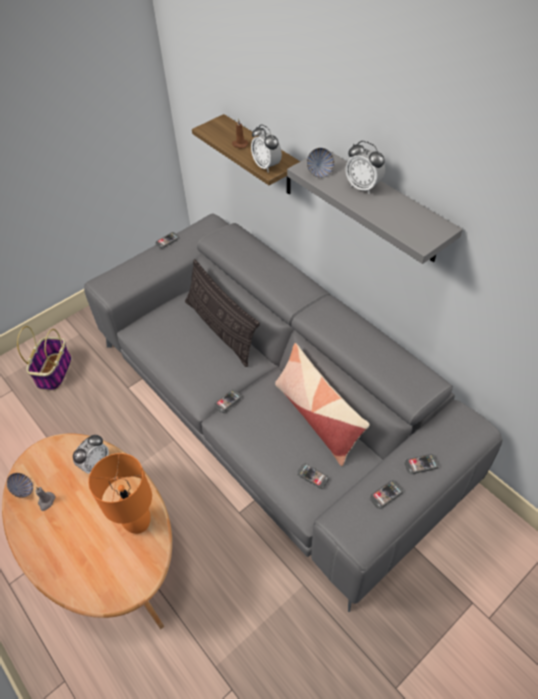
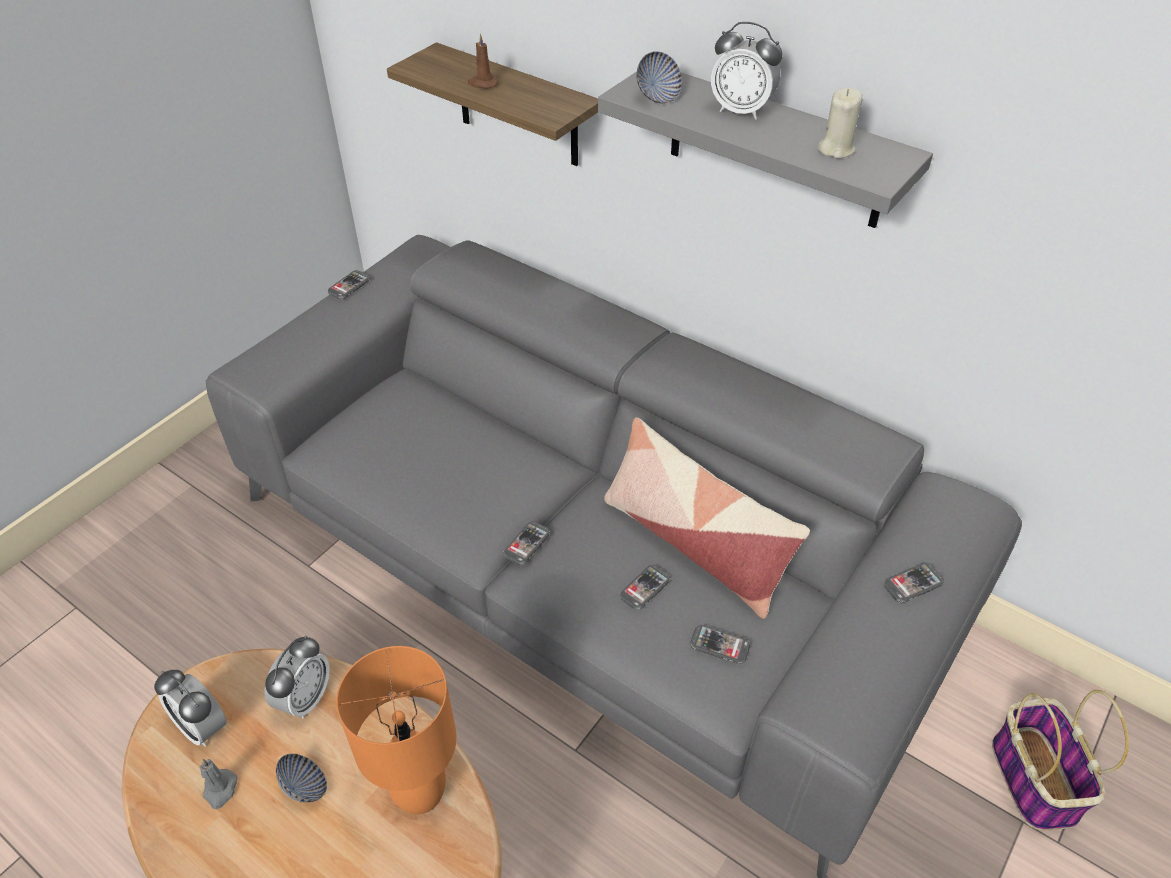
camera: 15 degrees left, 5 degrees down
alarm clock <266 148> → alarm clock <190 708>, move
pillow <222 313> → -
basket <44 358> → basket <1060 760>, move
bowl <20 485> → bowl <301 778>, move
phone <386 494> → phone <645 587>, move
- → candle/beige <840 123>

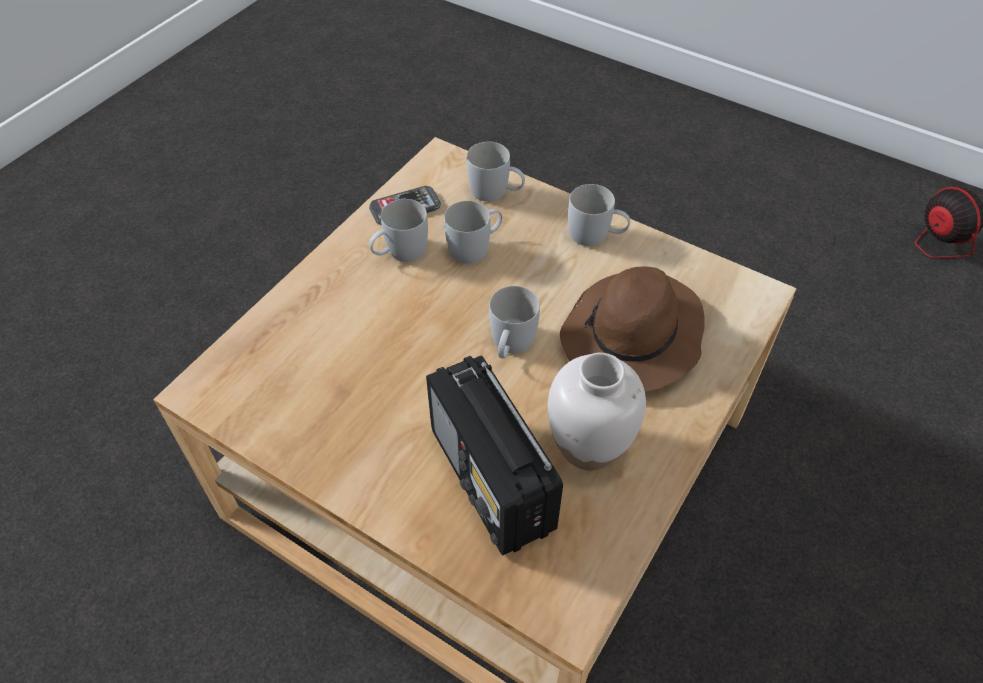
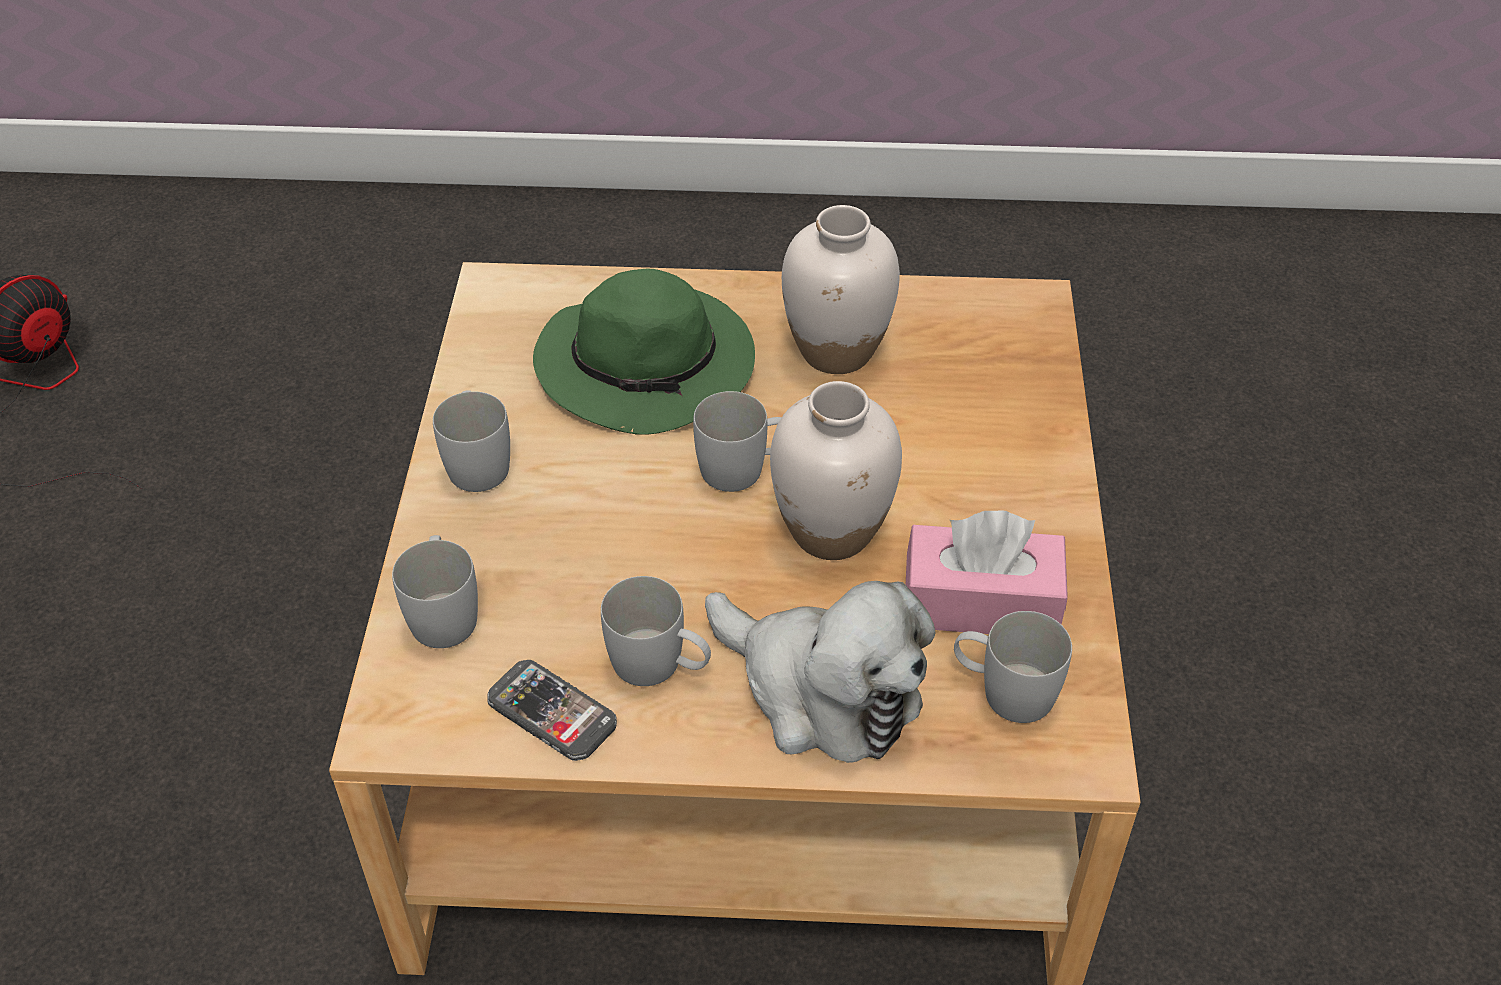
camera: 120 degrees left, 5 degrees down
mug/white <473 232> → mug/white <1013 667>, move
hat/brown <632 329> → hat/green <644 351>
radio <494 456> → -
- → vase/white <836 470>
- → tissue box/pink <987 572>
- → plush toy <820 672>

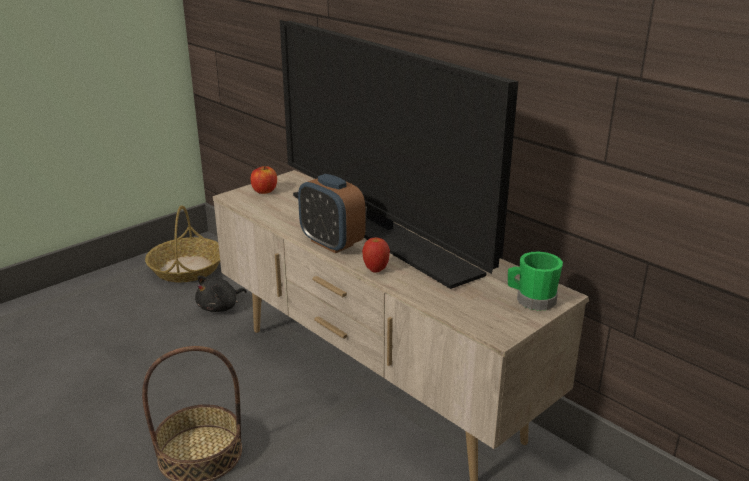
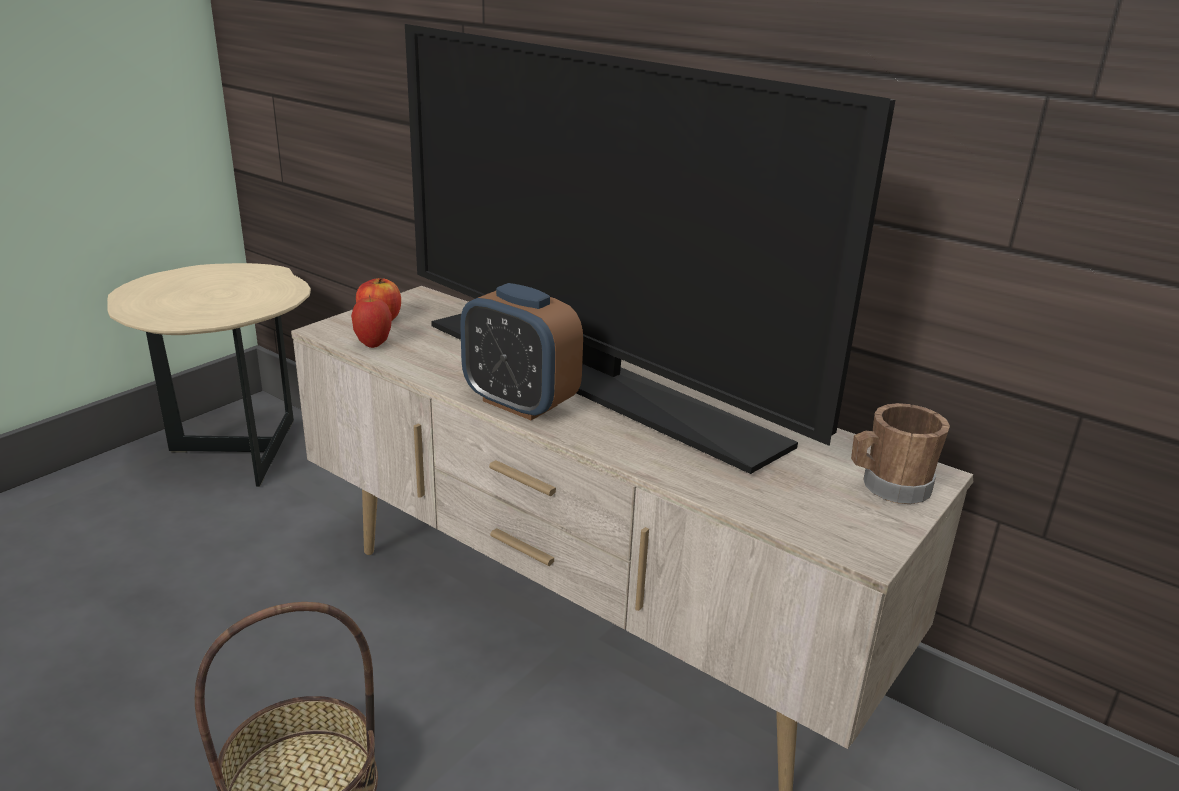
camera: 10 degrees left, 0 degrees up
basket <182 244> → side table/beige <209 375>
apple <376 255> → apple <371 321>, move
mug/green <535 281> → mug/brown <900 453>
plush toy/black <221 293> → -

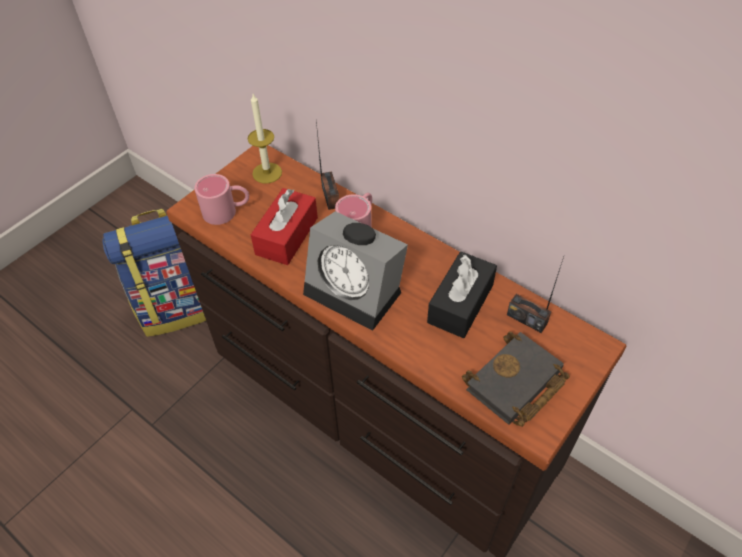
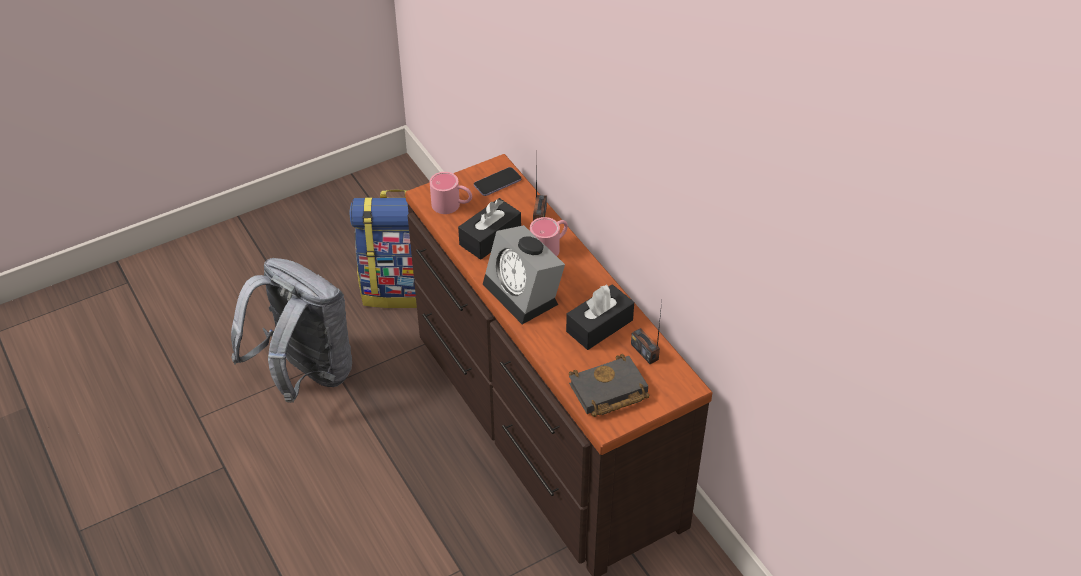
camera: 20 degrees right, 5 degrees down
candle <265 138> → phone <497 181>
tissue box/red <284 226> → tissue box/black <489 229>
- → backpack/grey <291 330>

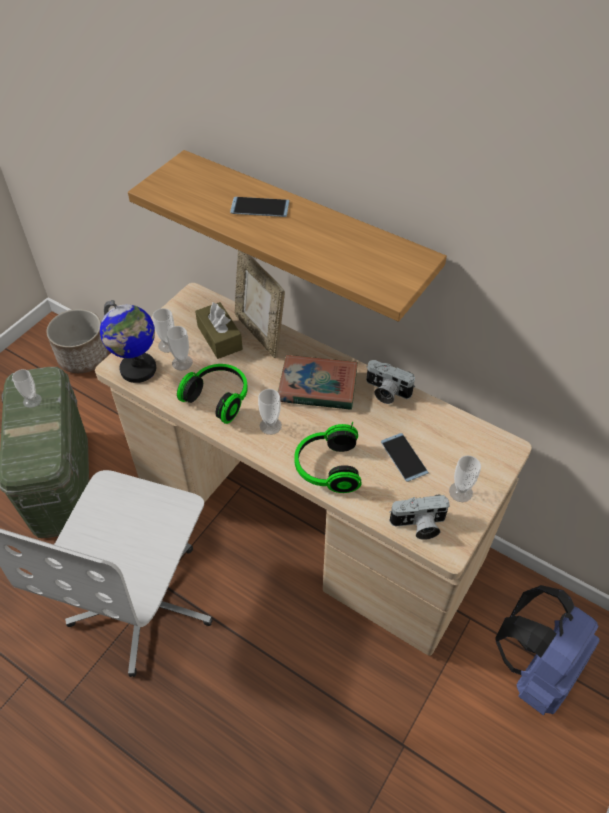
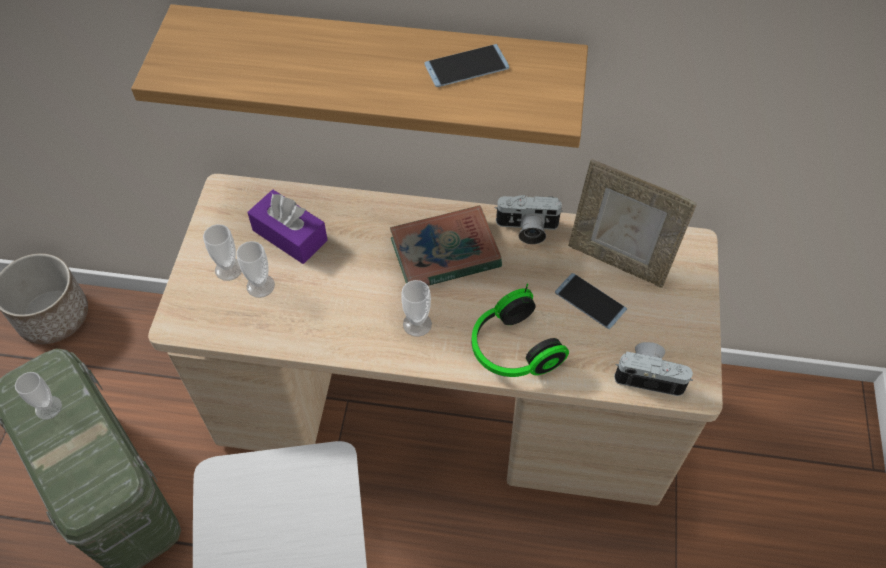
camera: 25 degrees left, 5 degrees up
phone <259 207> → phone <466 65>, move
picture frame <260 304> → picture frame <632 223>, move
globe <128 341> → -
tissue box/brown <219 330> → tissue box/purple <287 227>
headphones <212 394> → -
cup <465 478> → -
photo camera <419 517> → photo camera <653 369>, 135 degrees counterclockwise
backpack/blue <547 650> → -

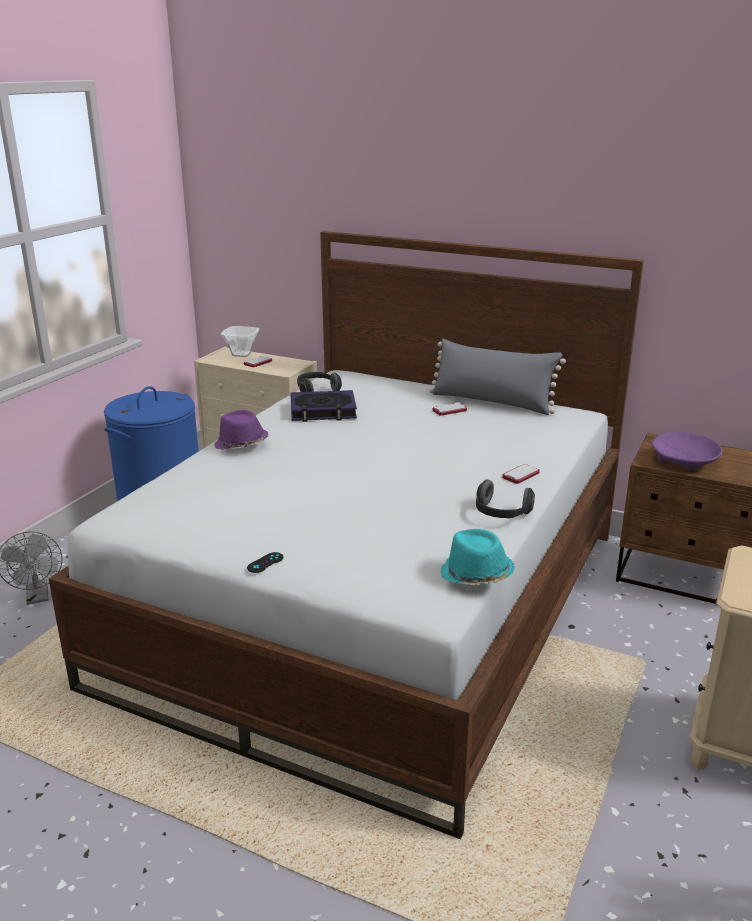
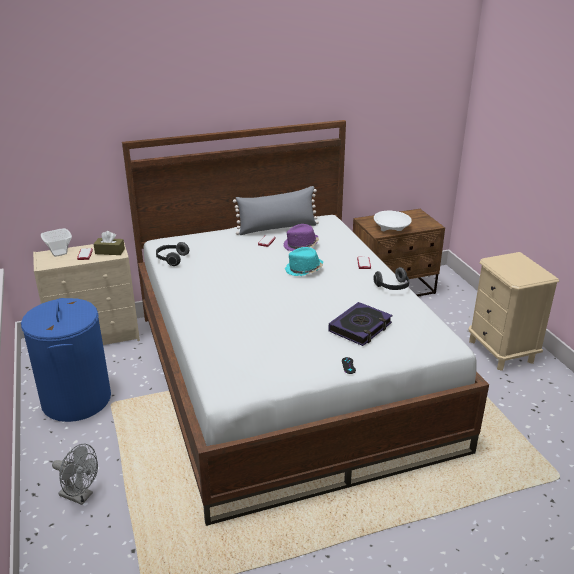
camera: 45 degrees left, 5 degrees up
book <323 406> → book <360 324>, move
hat/purple <241 430> → hat/purple <301 237>, move
bowl/purple <687 451> → bowl/white <393 221>
hat/turquoise <478 557> → hat/turquoise <304 261>, move
- → tissue box/brown <109 243>

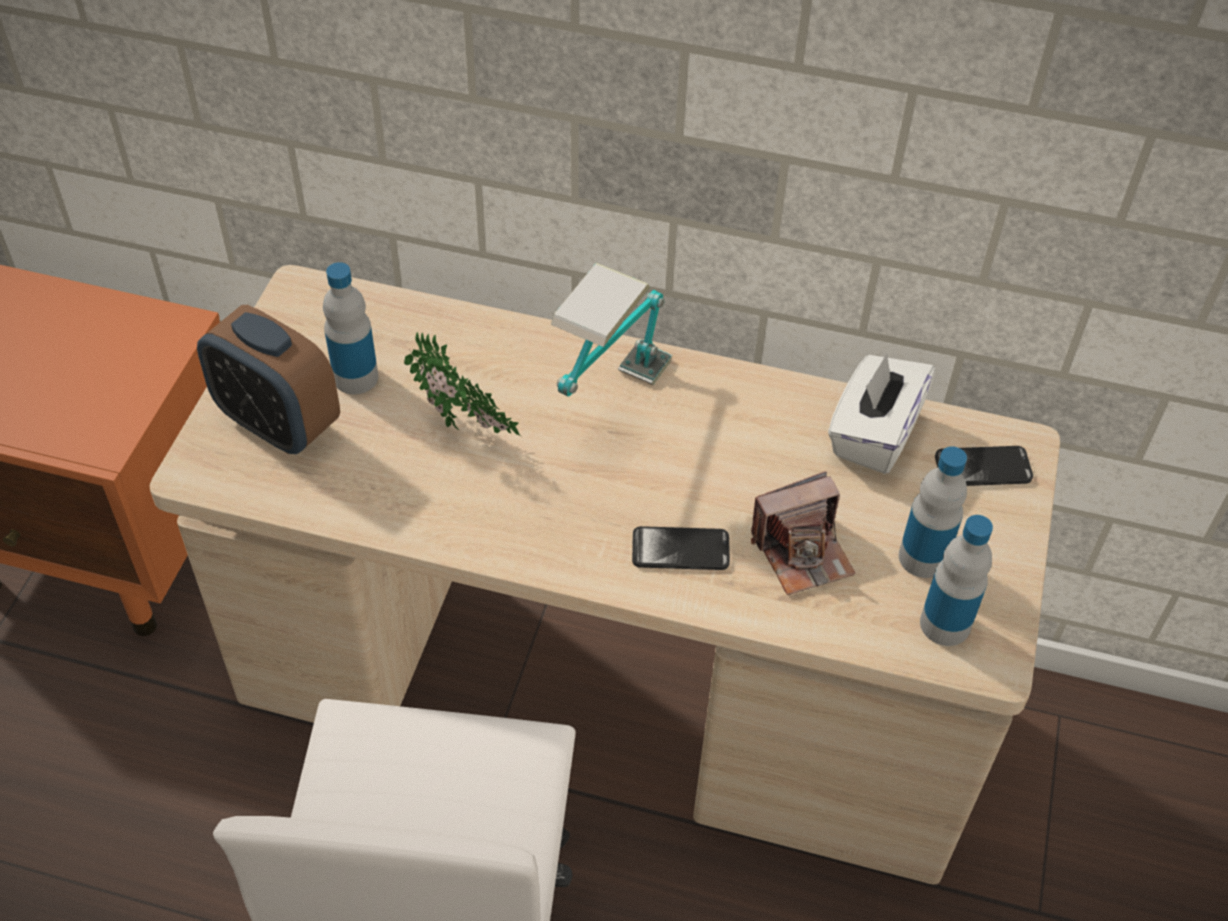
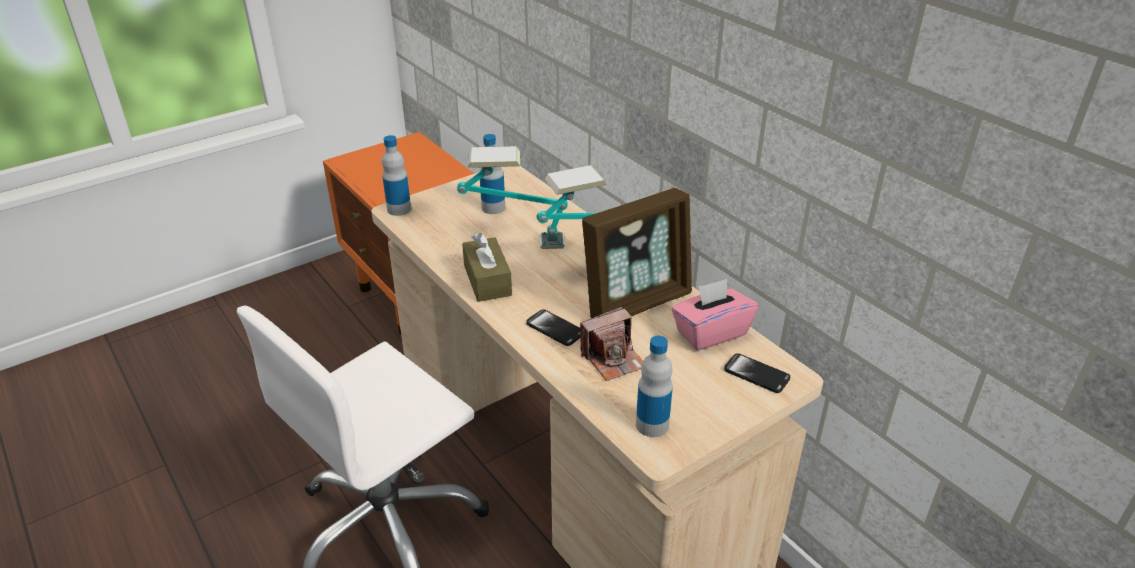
camera: 40 degrees right, 15 degrees down
alarm clock <268 379> → -
potted plant <462 384> → table lamp <512 197>
tissue box/white <881 413> → tissue box/pink <715 314>
bottle <933 512> → bottle <396 175>, move
photo camera <803 533> → photo camera <611 344>, 45 degrees counterclockwise
- → picture frame <637 253>
- → tissue box/brown <487 267>

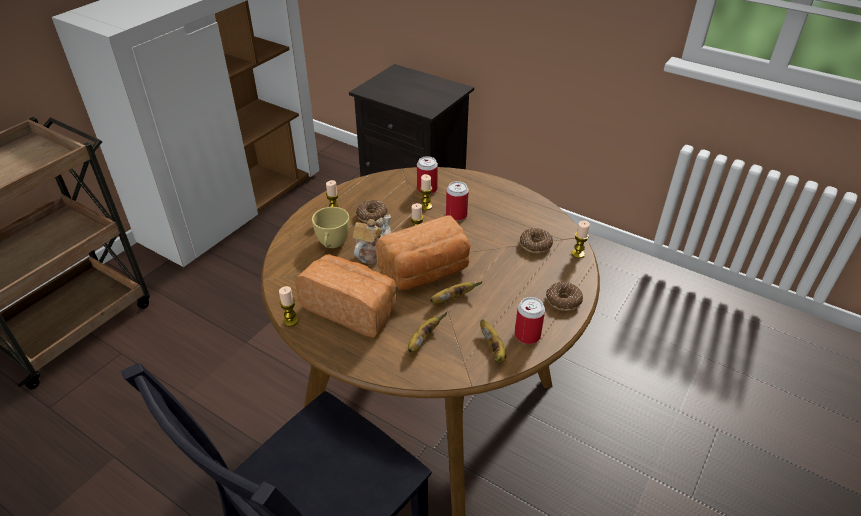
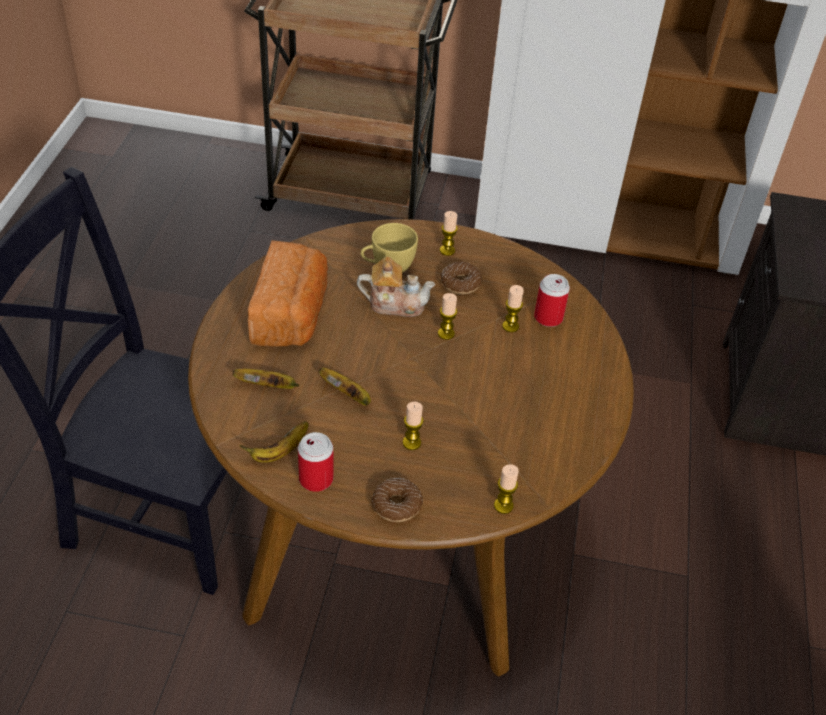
camera: 65 degrees right, 5 degrees up
can <457 201> → -
bread <423 252> → -
donut <536 240> → -
candle <288 306> → candle <413 426>, move

